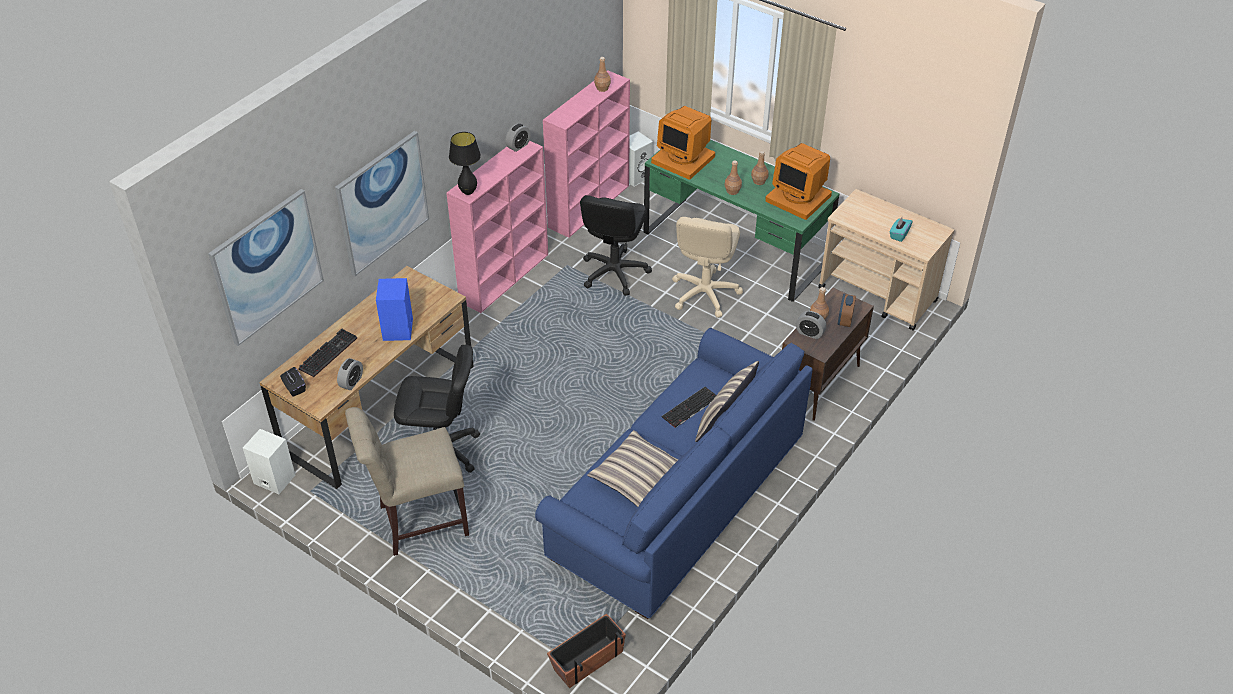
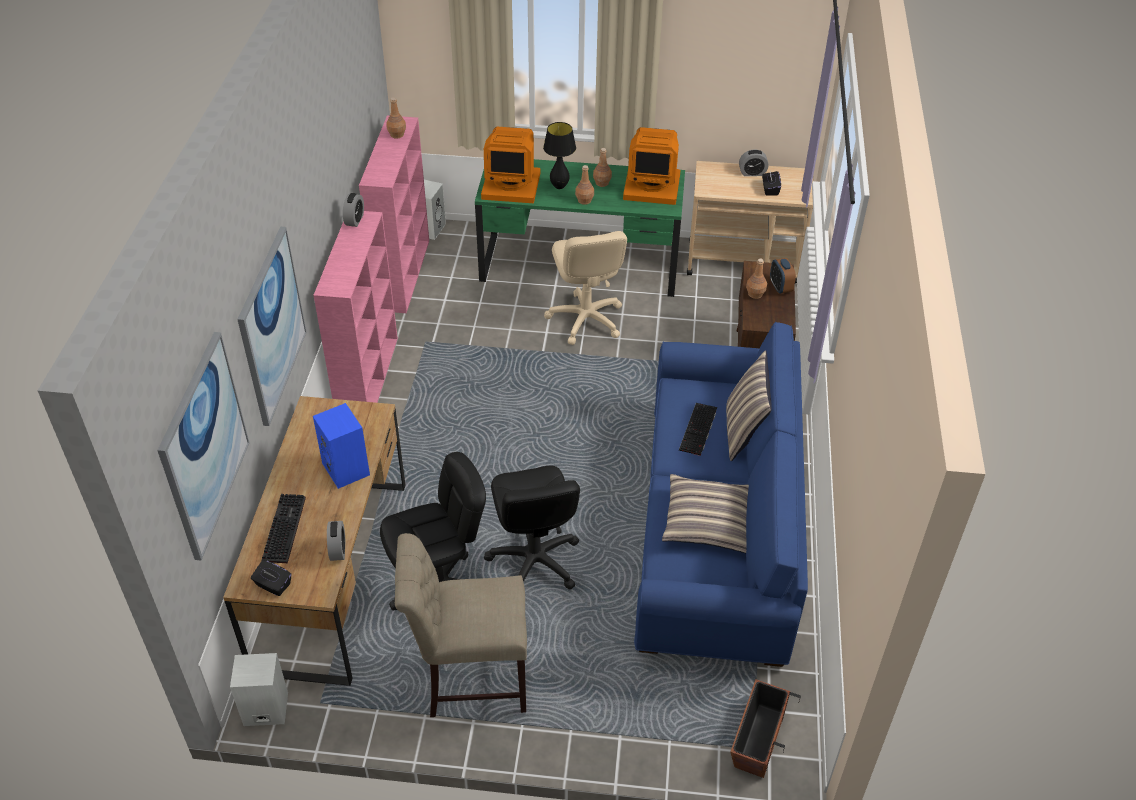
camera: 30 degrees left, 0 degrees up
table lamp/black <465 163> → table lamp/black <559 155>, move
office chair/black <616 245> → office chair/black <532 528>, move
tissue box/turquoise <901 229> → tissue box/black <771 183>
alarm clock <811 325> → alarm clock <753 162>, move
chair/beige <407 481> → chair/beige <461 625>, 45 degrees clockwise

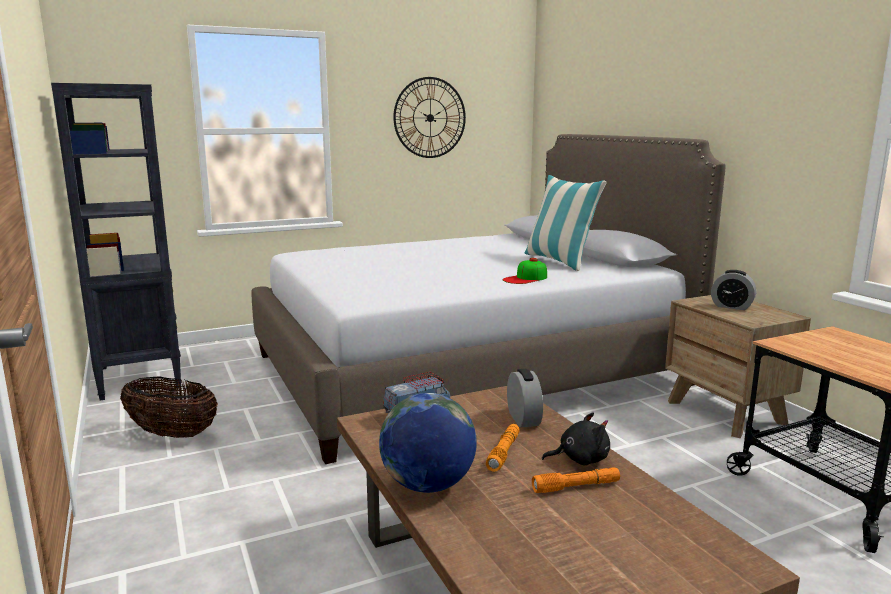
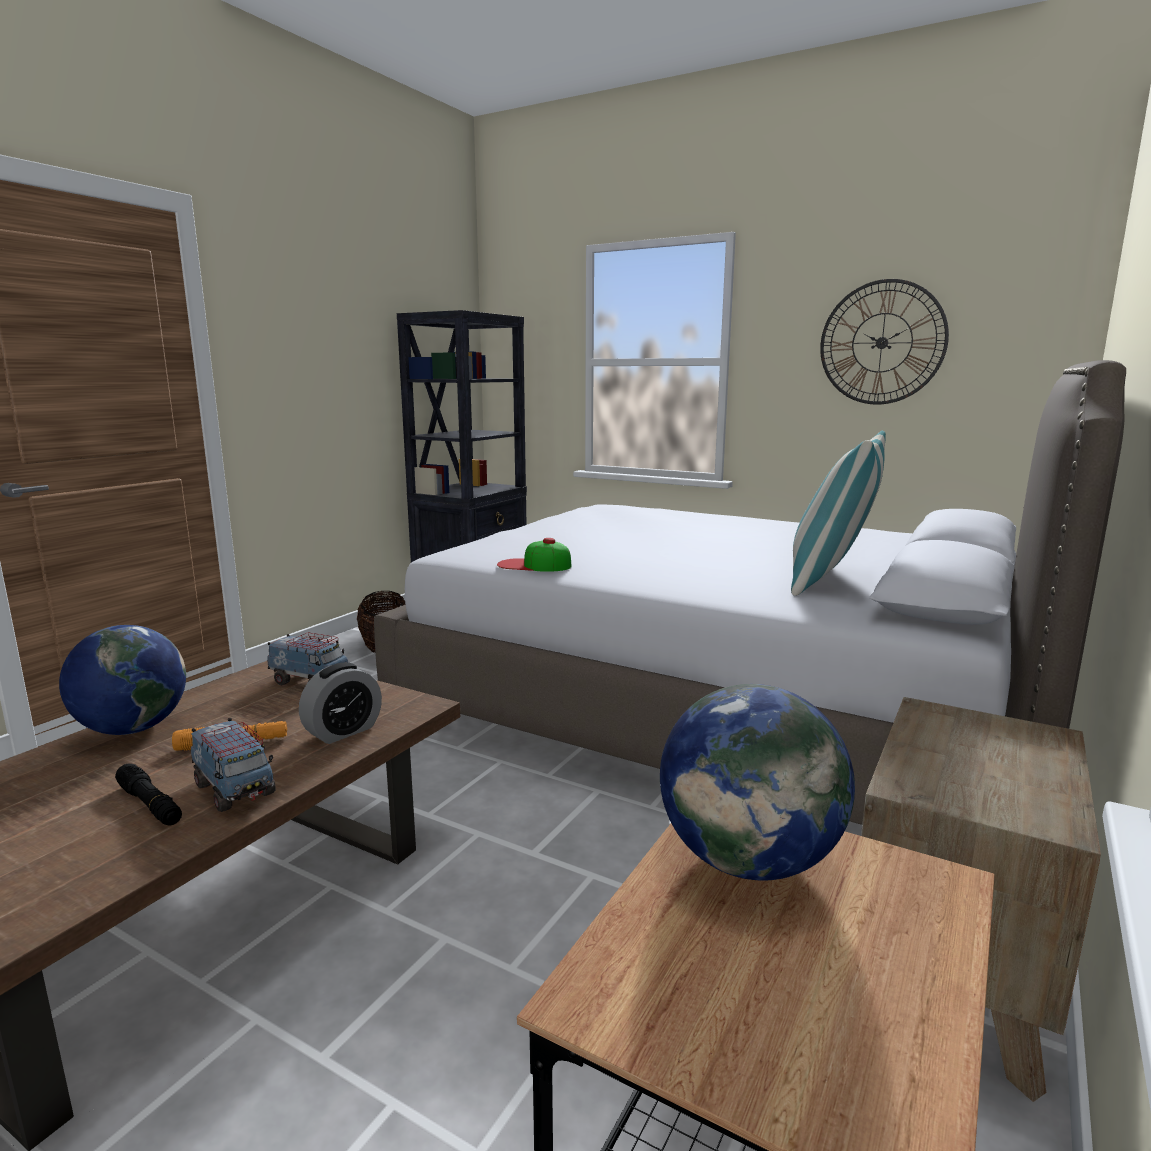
camera: 55 degrees right, 0 degrees up
cap <525 271> → cap <534 555>, move
alarm clock <733 290> → -
plush toy/black <576 438> → toy truck <233 765>
flashlight/orange <576 480> → flashlight/black <148 794>
- → globe <757 782>

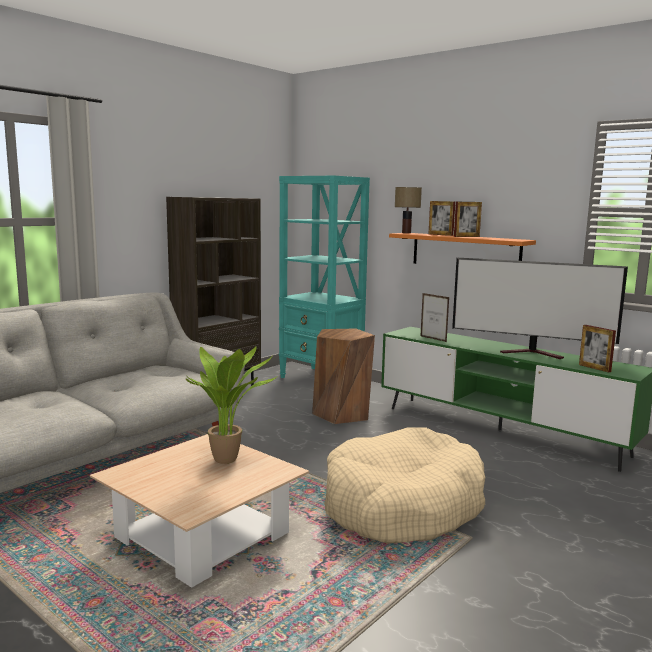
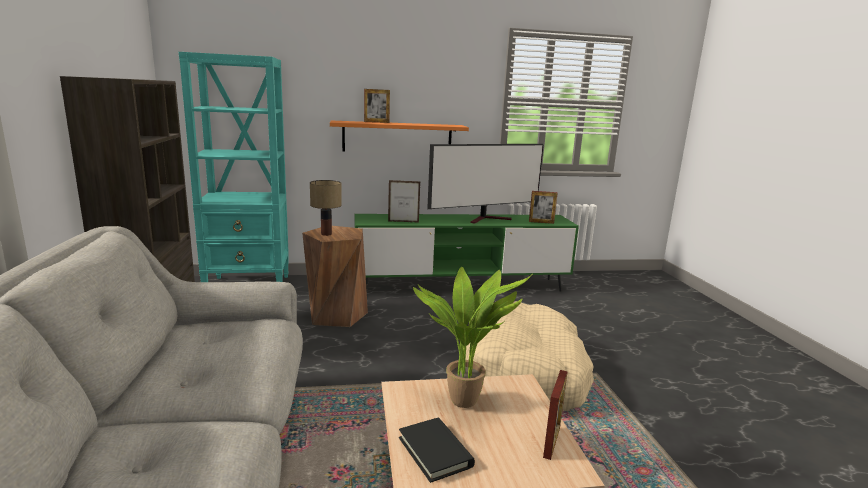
camera: 50 degrees left, 5 degrees up
table lamp <408 210> → table lamp <326 208>, move
picture frame <468 219> → picture frame <555 415>, move
- → book/black <437 450>

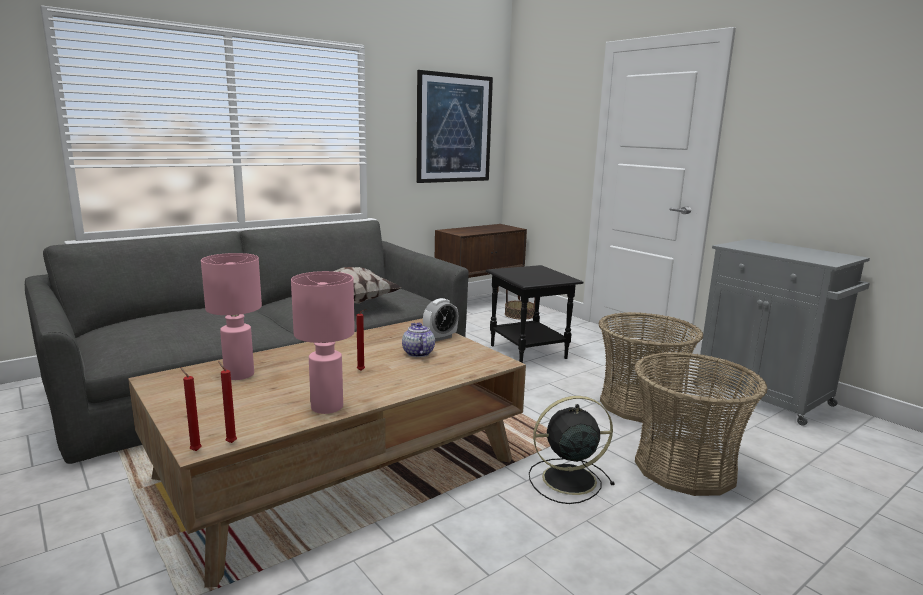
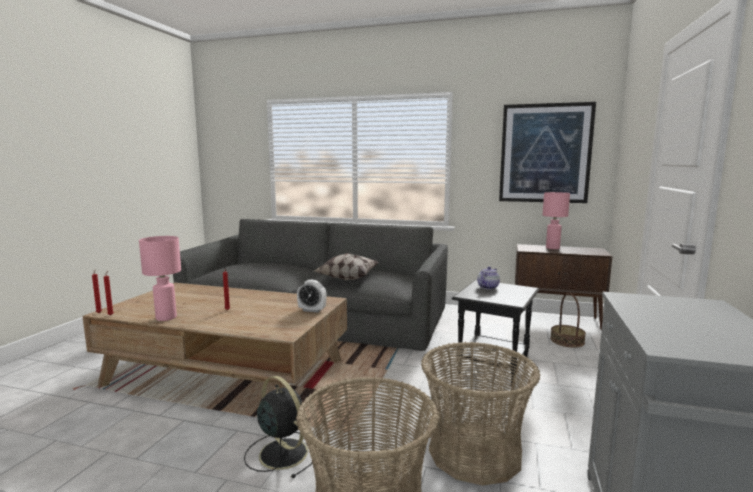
camera: 55 degrees right, 5 degrees down
table lamp/pink <231 316> → table lamp/pink <556 220>, move
teapot <418 340> → teapot <488 278>, move

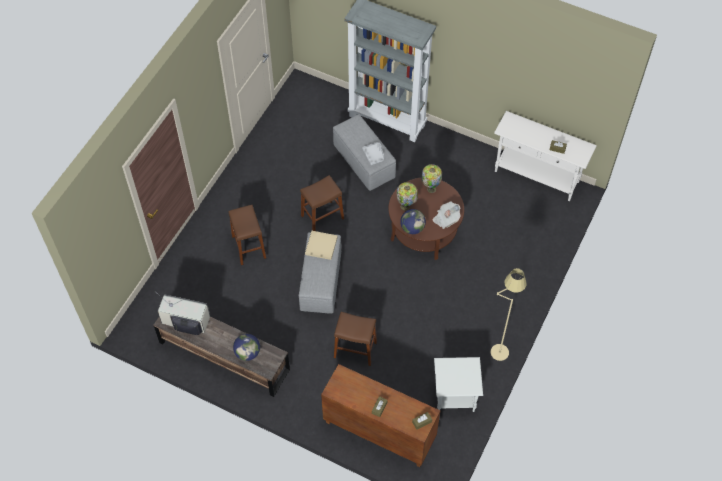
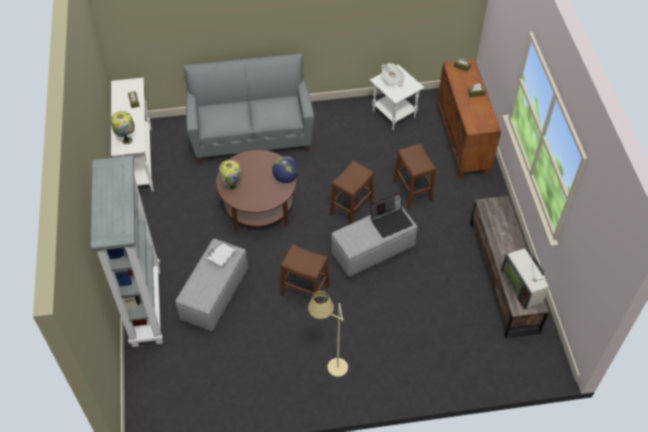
camera: 125 degrees left, 5 degrees down
table lamp <407 196> → table lamp <122 127>, move
newspaper <447 215> → newspaper <393 75>, move
stool/brown <247 235> → stool/brown <352 192>, move
tray/beige <321 245> → -
floor lamp/beige <509 314> → floor lamp/beige <328 333>, move
globe <246 347> → -
- → sofa/grey <249 109>
- → laptop <391 215>

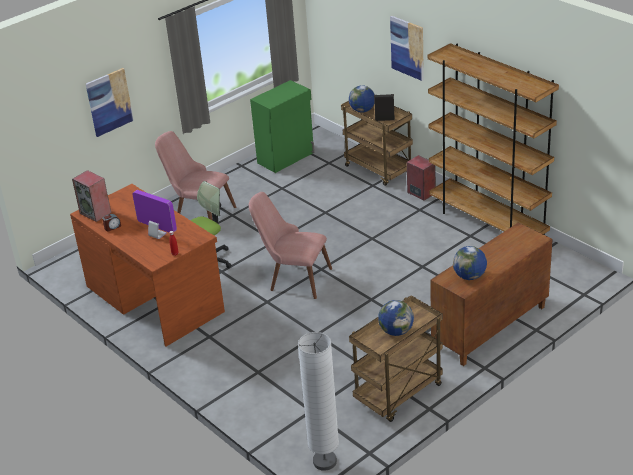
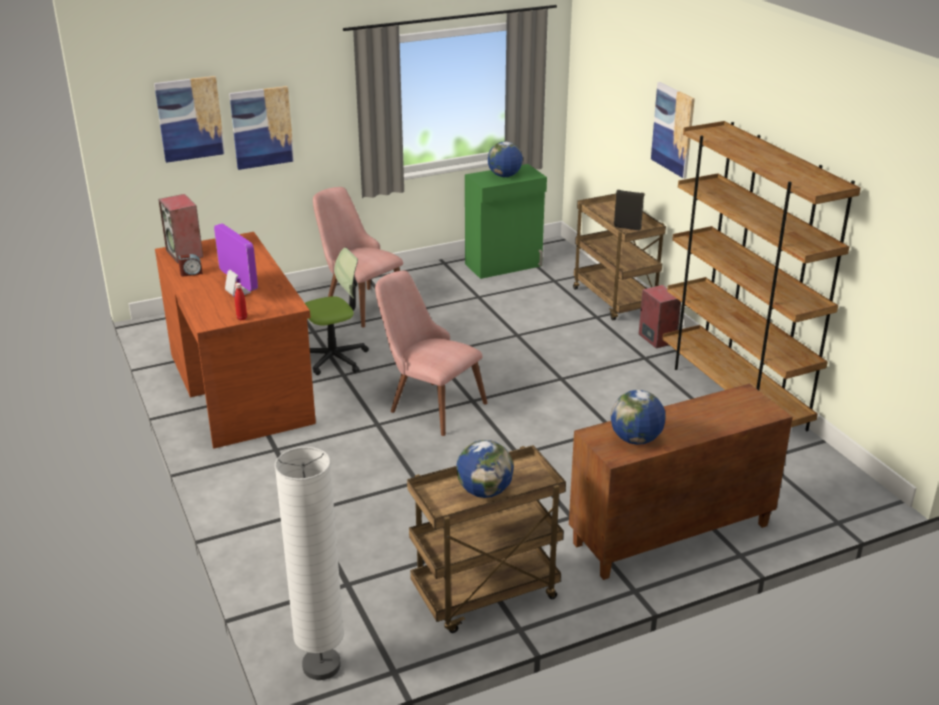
camera: 15 degrees right, 5 degrees down
globe <362 99> → globe <505 159>, move
- → picture <189 119>

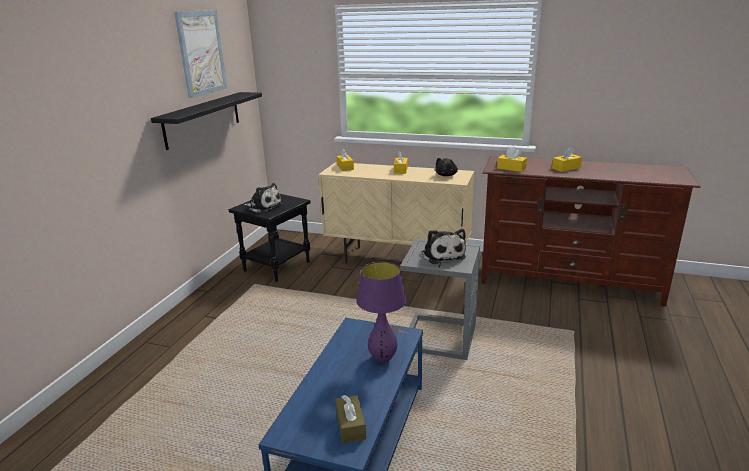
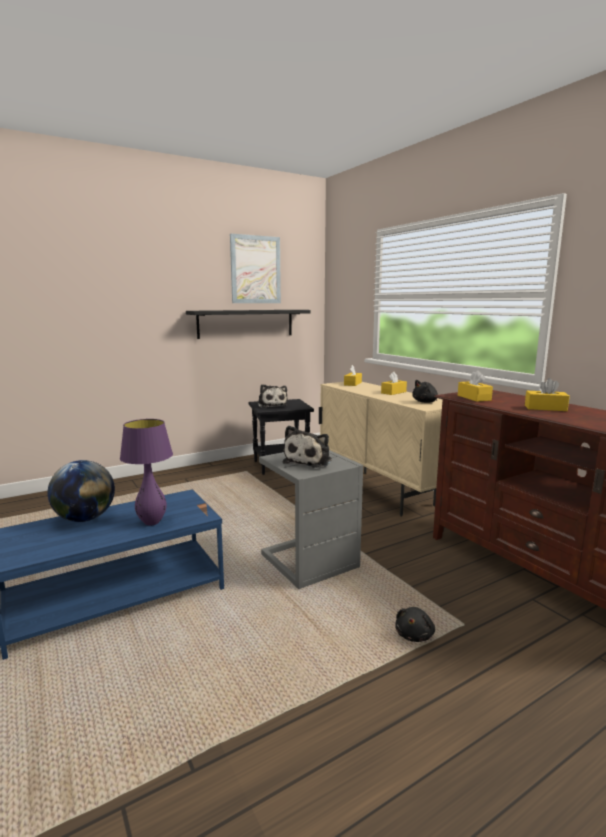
camera: 40 degrees right, 10 degrees down
tissue box/brown <351 419> → -
- → globe <81 491>
- → plush toy/black <415 624>

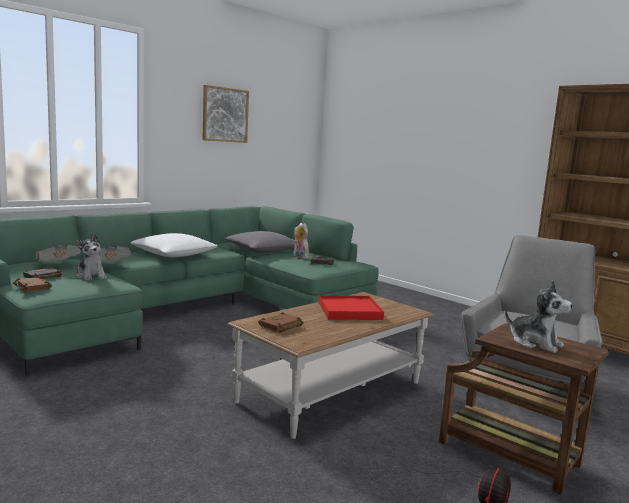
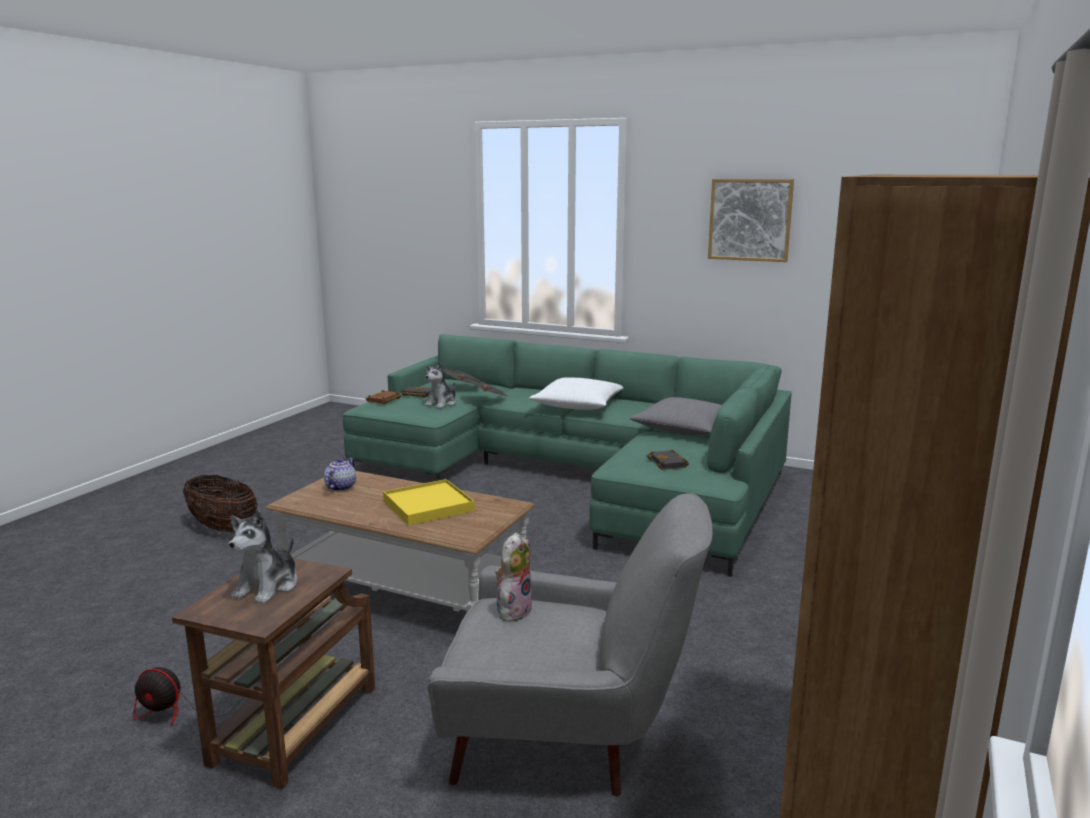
camera: 70 degrees right, 5 degrees up
plush toy <301 241> → plush toy <514 577>, move
tray/red <351 307> → tray/yellow <429 502>
book/brown <281 322> → teapot <340 474>
- → basket <220 503>

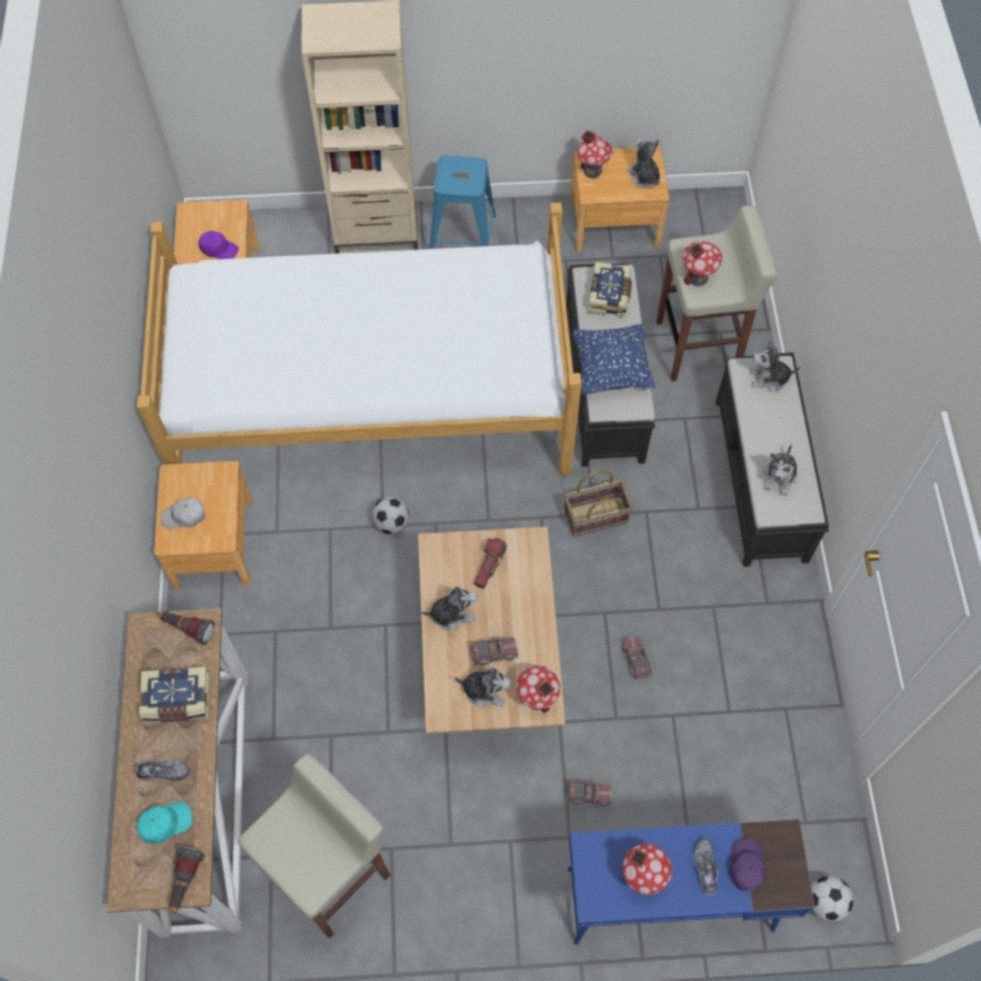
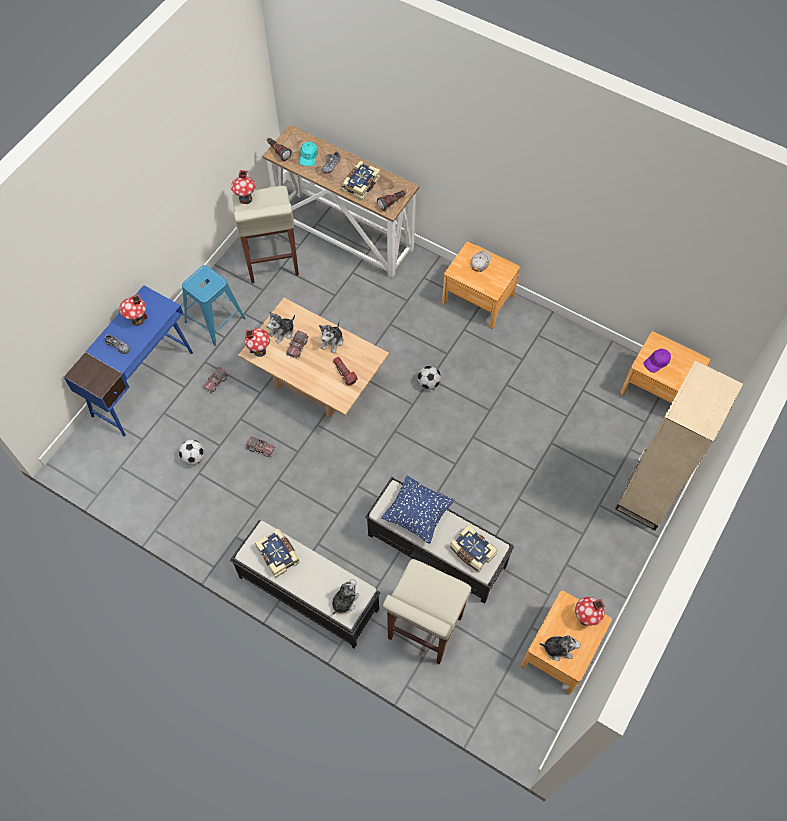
camera: 125 degrees right, 0 degrees up
stool/blue <462 202> → stool/blue <213 305>, move
bed <359 338> → -
toy house <702 263> → toy house <243 187>, move
plush toy <780 470> → book <277 553>
basket <598 503> → -
cap/purple <748 864> → -
football <832 899> → football <192 452>, move

